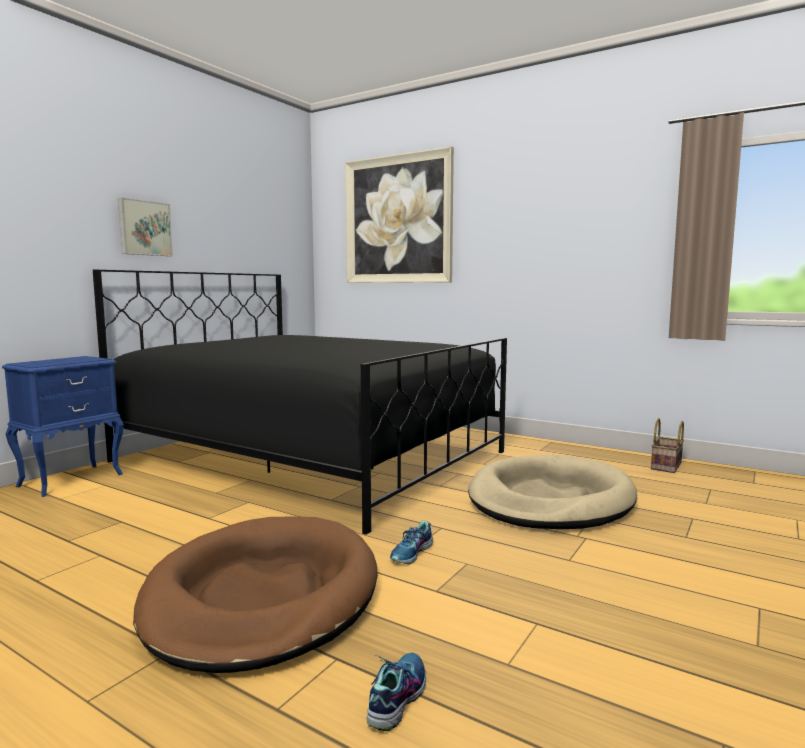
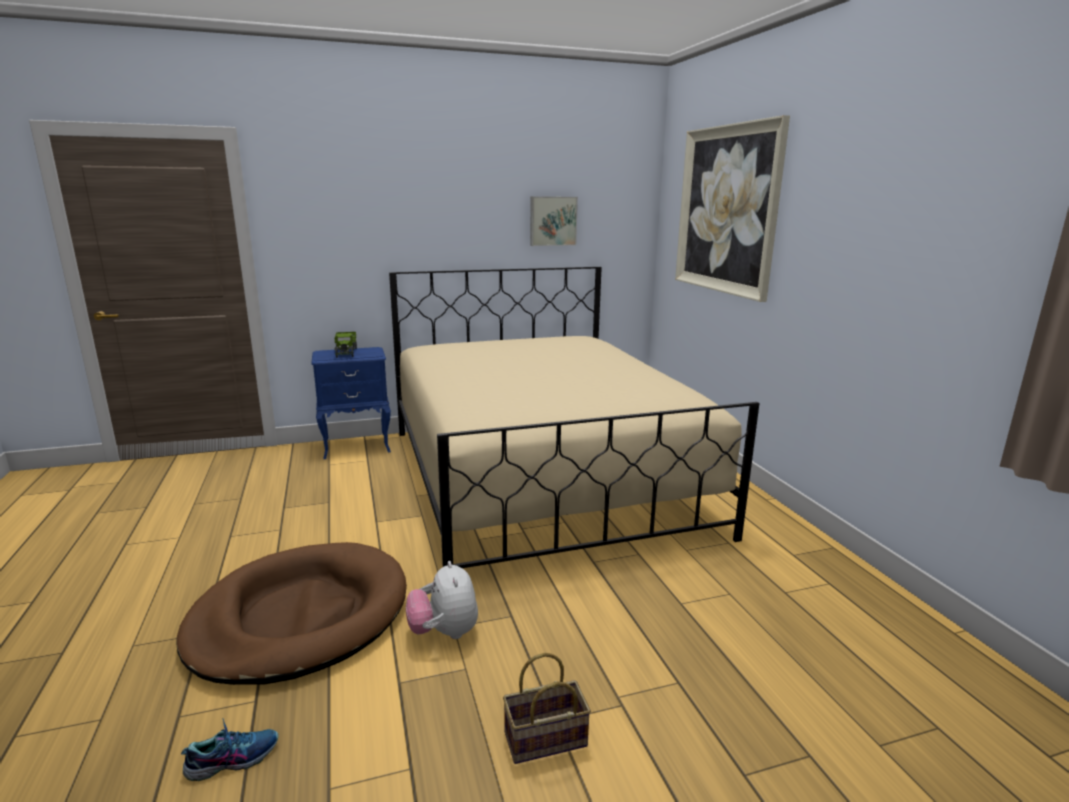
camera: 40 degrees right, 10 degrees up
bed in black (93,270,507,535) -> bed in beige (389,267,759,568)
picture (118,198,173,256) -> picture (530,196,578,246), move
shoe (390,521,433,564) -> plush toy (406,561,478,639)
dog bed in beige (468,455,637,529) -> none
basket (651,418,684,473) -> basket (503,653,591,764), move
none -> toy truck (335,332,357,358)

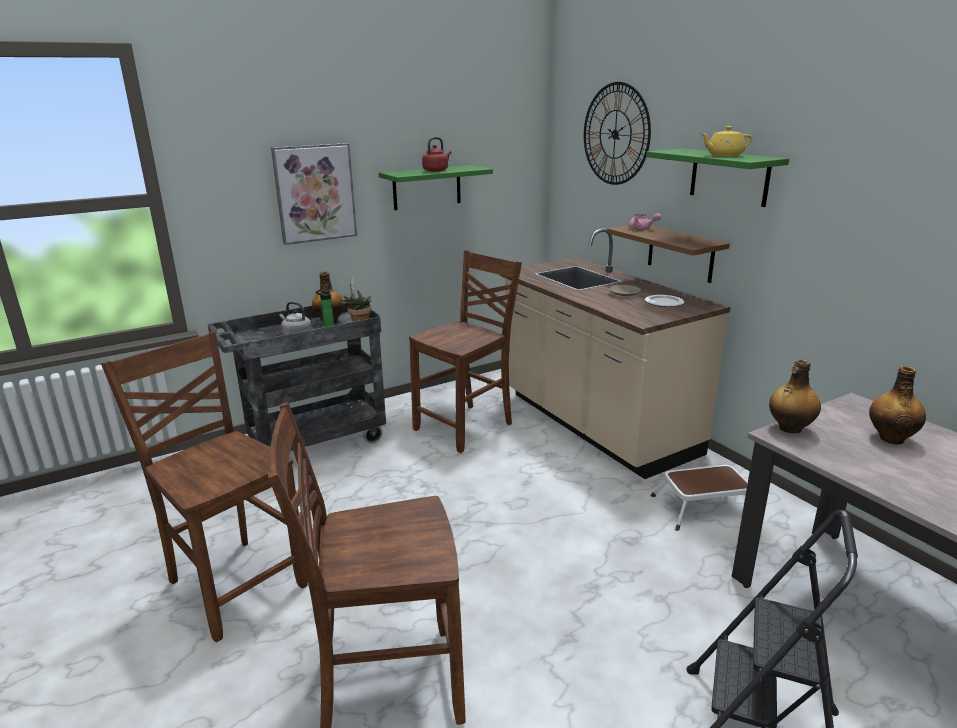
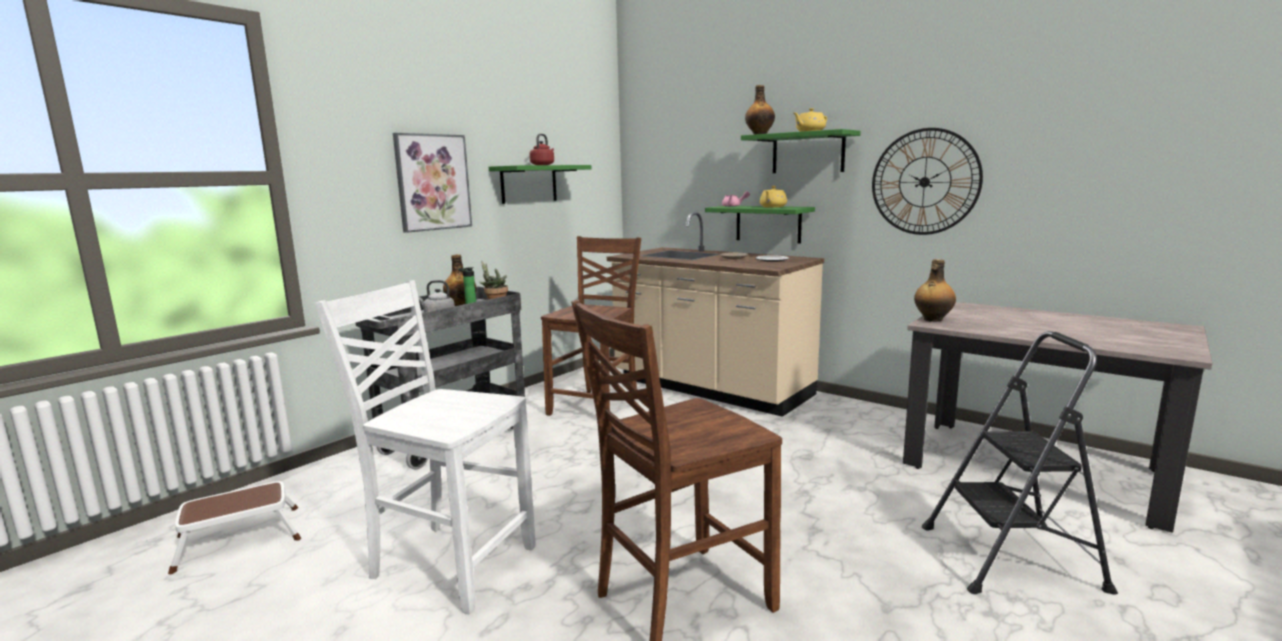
camera: 20 degrees left, 10 degrees down
chair in brown (101,331,308,642) -> chair in white (315,280,536,614)
wall clock (584,82,651,185) -> wall clock (872,128,983,235), move
shelf in brown (607,225,730,283) -> shelf in green (705,206,815,244)
step ladder in brown (650,465,748,531) -> step ladder in brown (168,481,301,574), move
bottle (869,366,926,445) -> bottle (745,85,775,135), move
none -> teapot in yellow (760,186,787,208)

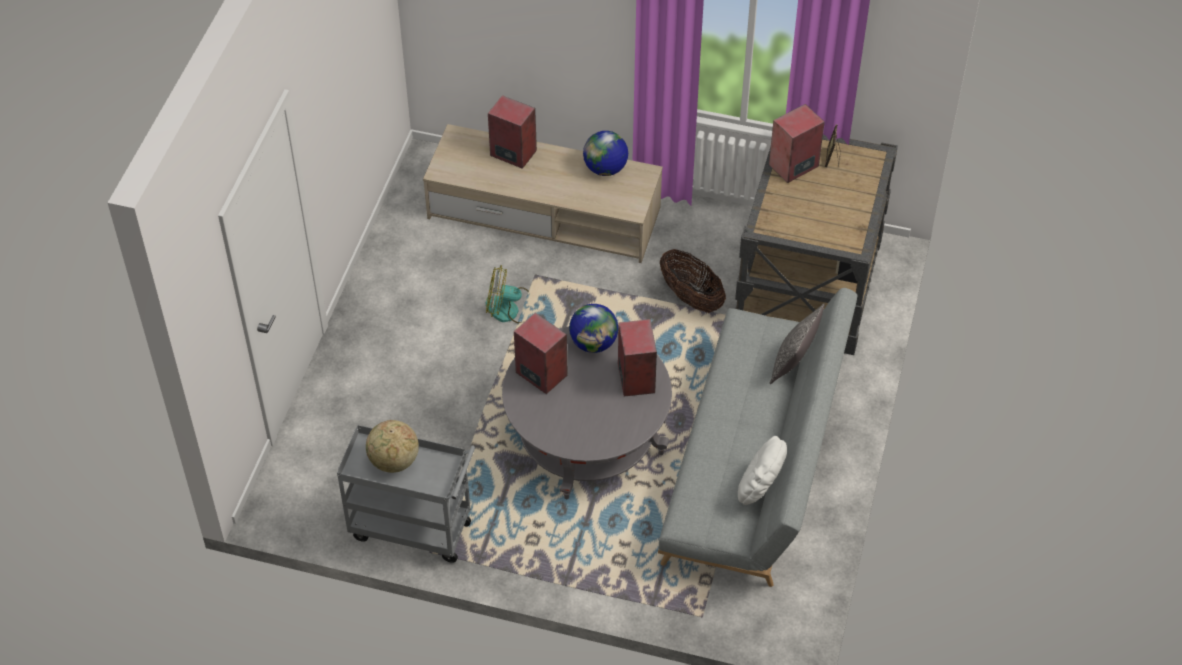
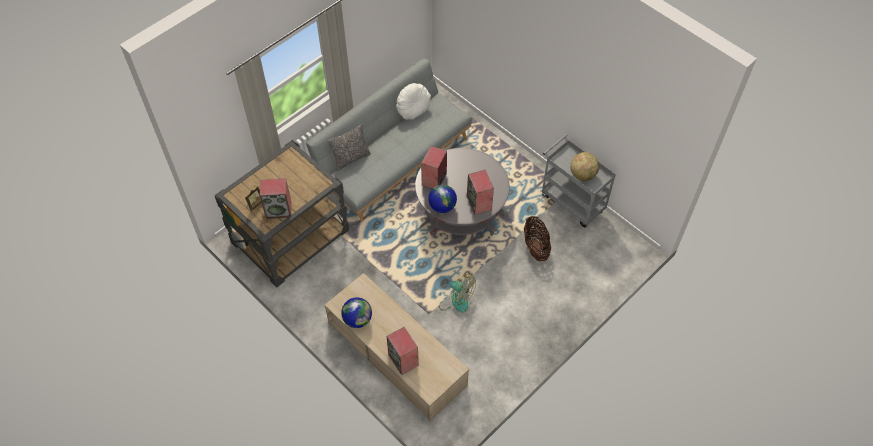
camera: 150 degrees left, 5 degrees up
basket (660,249,726,313) -> basket (524,216,551,261), move

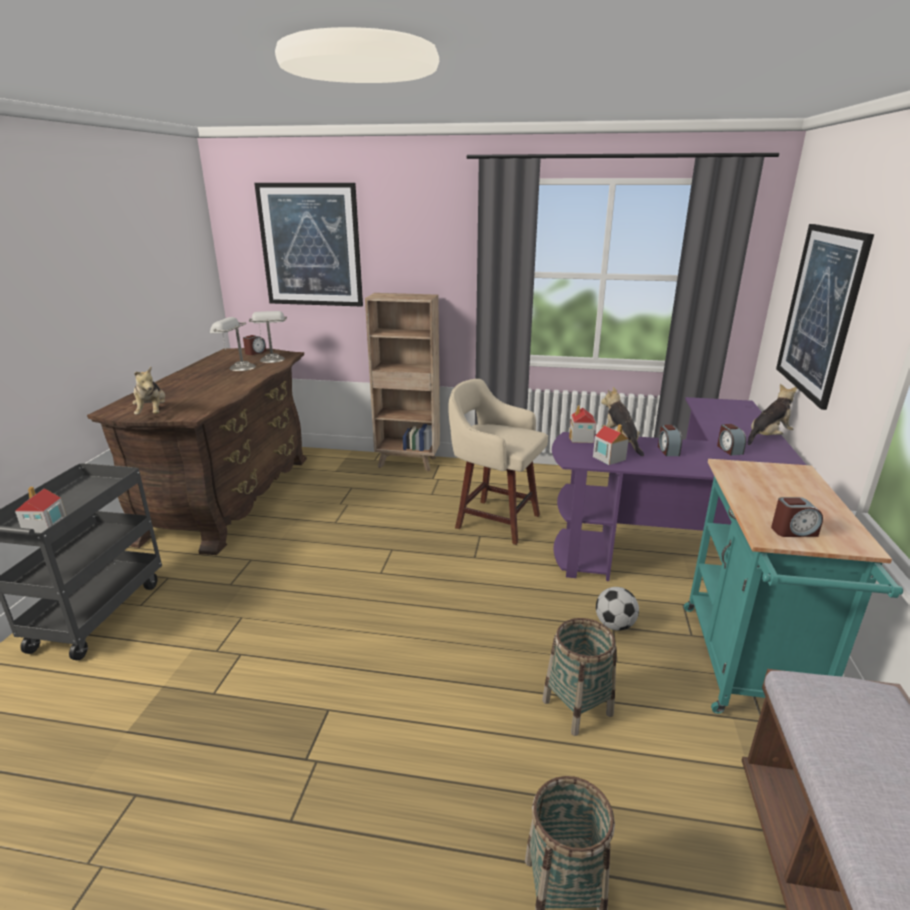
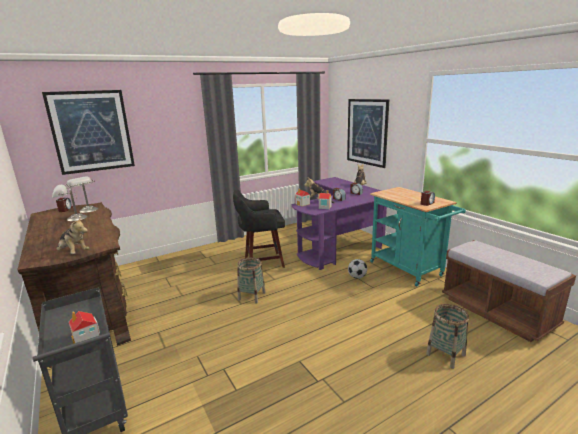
camera: 40 degrees left, 5 degrees down
bookcase in brown (365,293,440,471) -> none
stool in beige (448,379,548,545) -> stool in black (233,190,285,268)
basket (542,618,617,736) -> basket (237,257,266,303), move

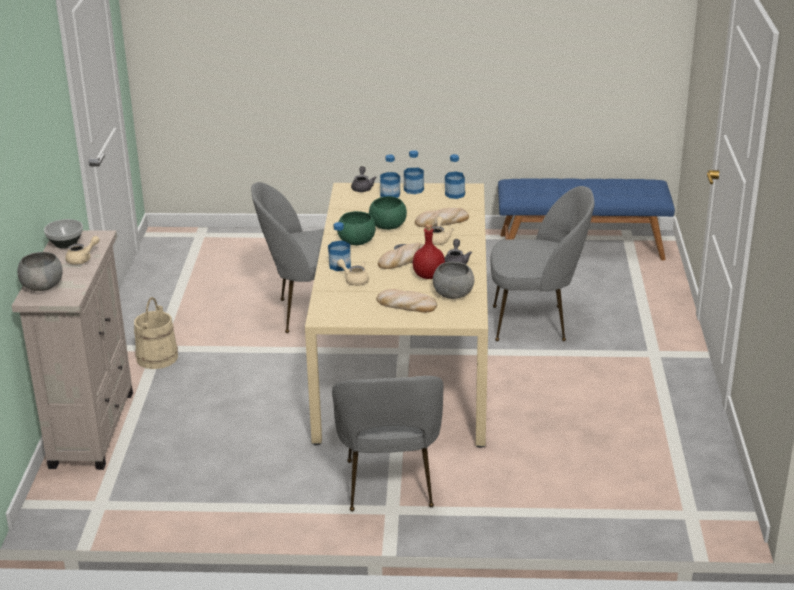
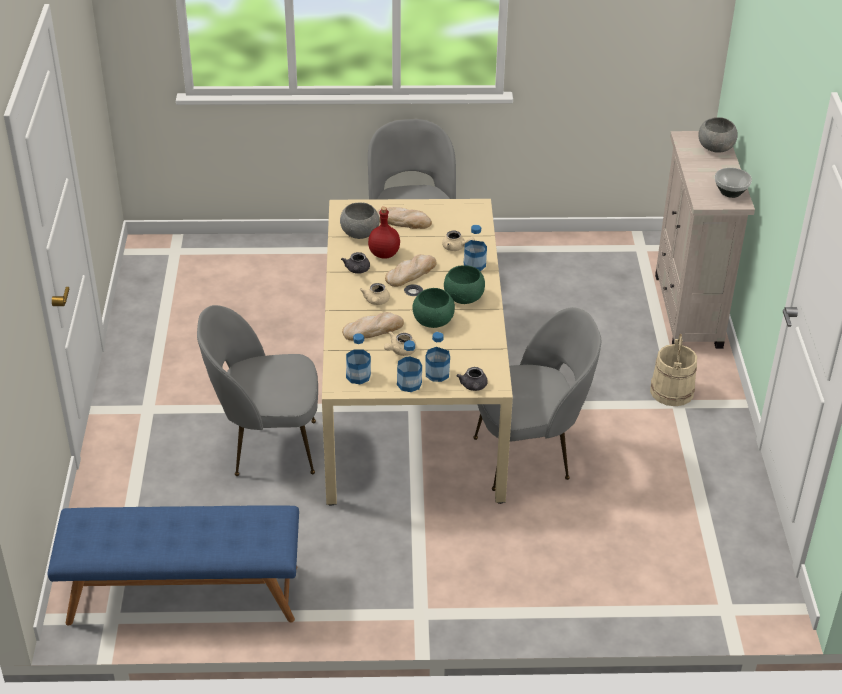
camera: 175 degrees right, 10 degrees up
teapot in beige (65,236,100,265) -> teapot in beige (384,331,417,356), move

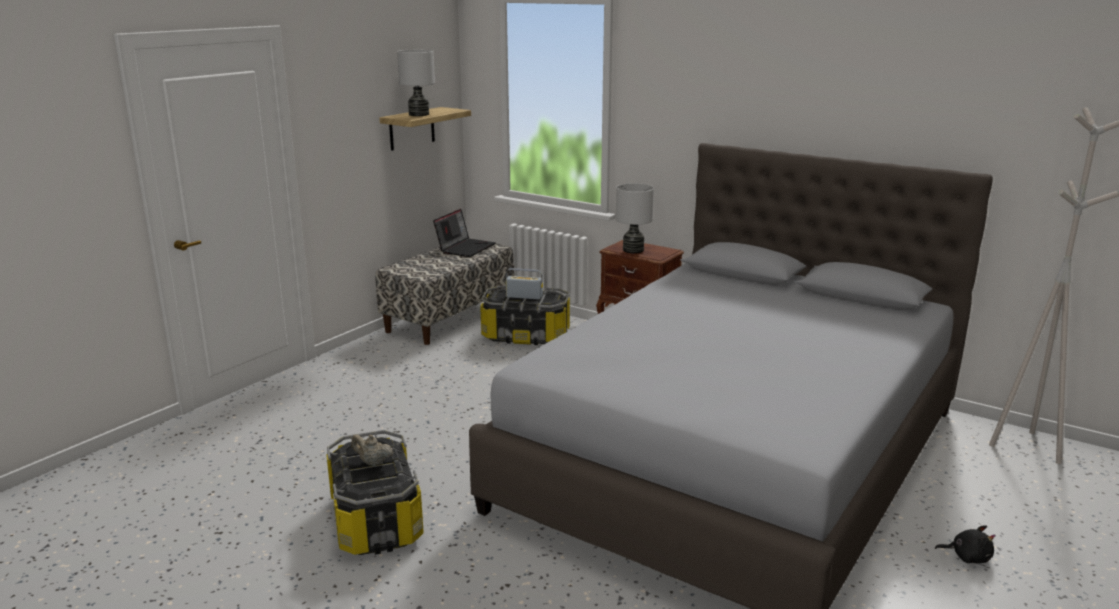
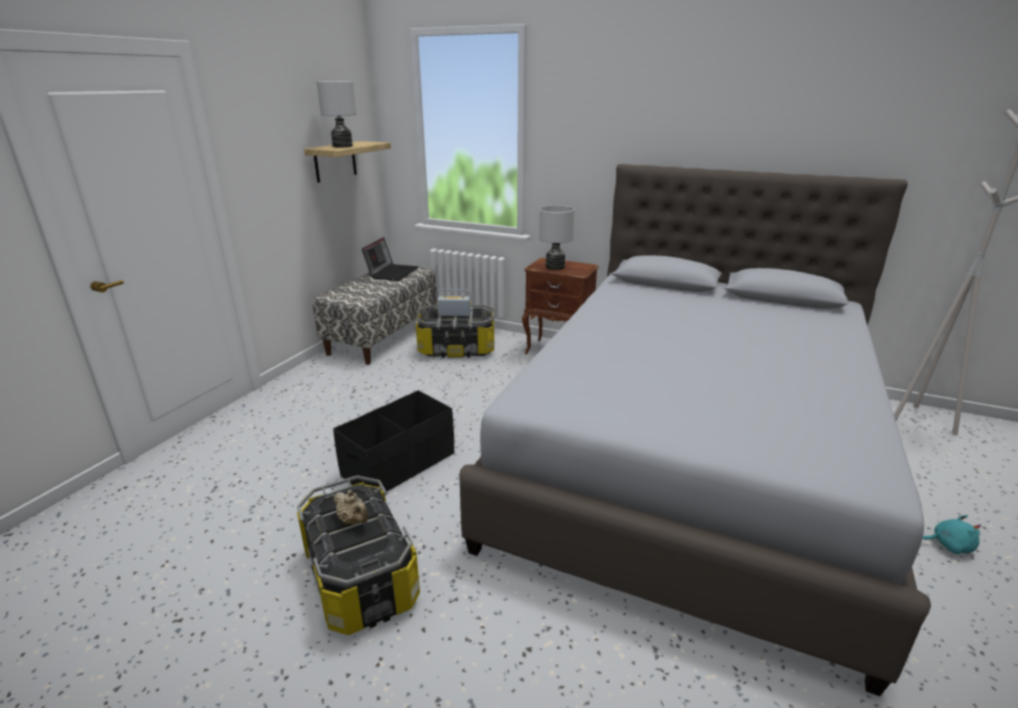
camera: 10 degrees left, 5 degrees up
teapot in beige (351,434,393,466) -> teapot in beige (333,490,369,524), 150 degrees counterclockwise
plush toy in black (935,525,996,563) -> plush toy in turquoise (922,515,981,554)
none -> storage box in black (333,390,454,492)

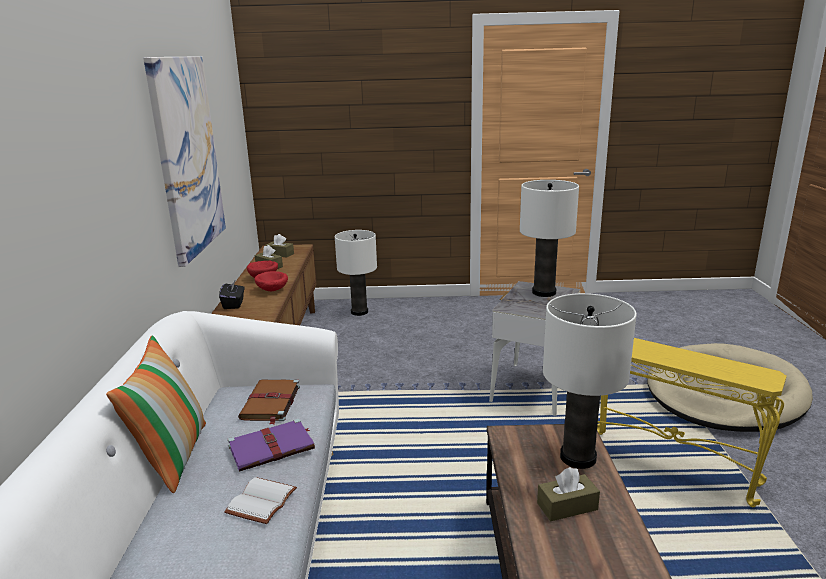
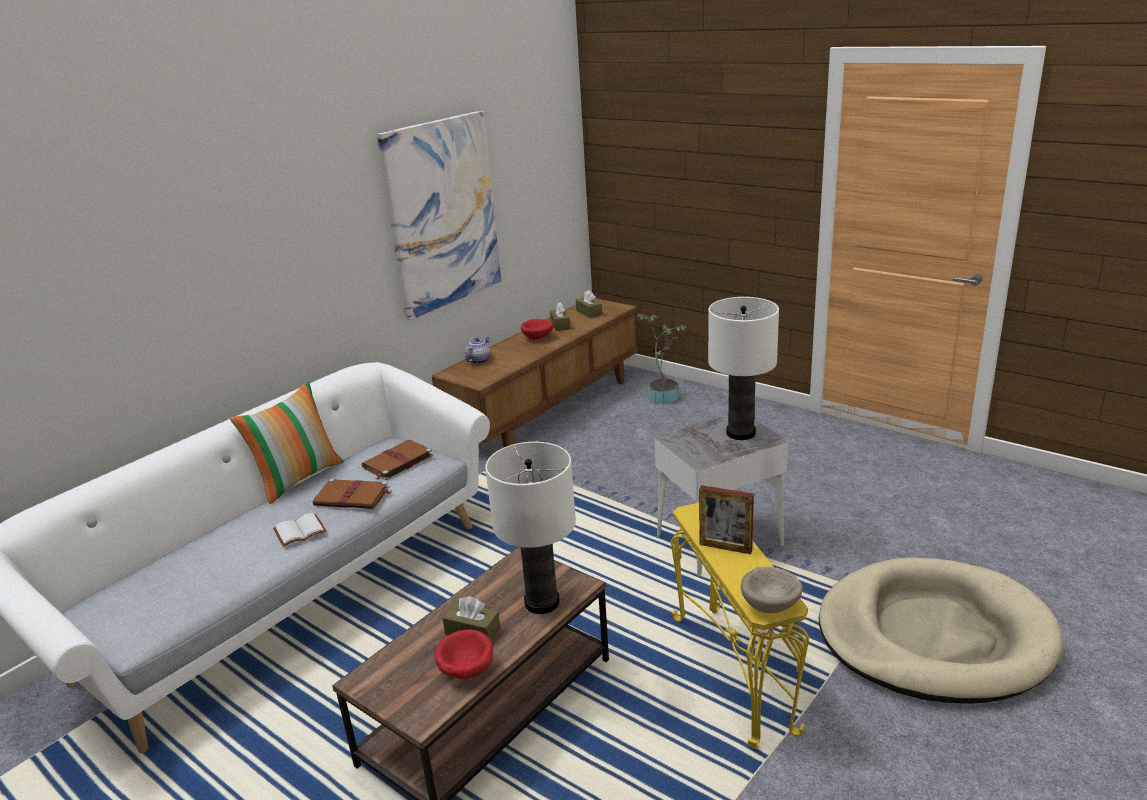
camera: 40 degrees right, 5 degrees up
tissue box in black (219,279,245,309) -> teapot (465,337,491,364)
book in purple (228,419,315,472) -> book in brown (313,478,391,509)
bowl in red (254,271,288,291) -> bowl in red (435,630,493,679), move
table lamp in white (335,230,377,316) -> potted plant (637,313,687,404)
none -> picture frame (699,485,754,554)
none -> bowl in beige (741,567,803,613)

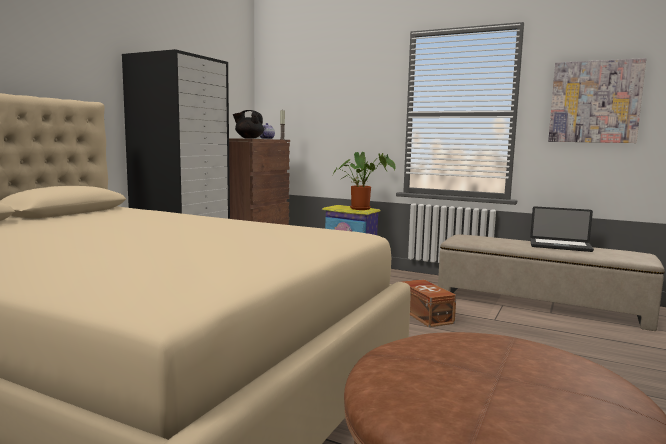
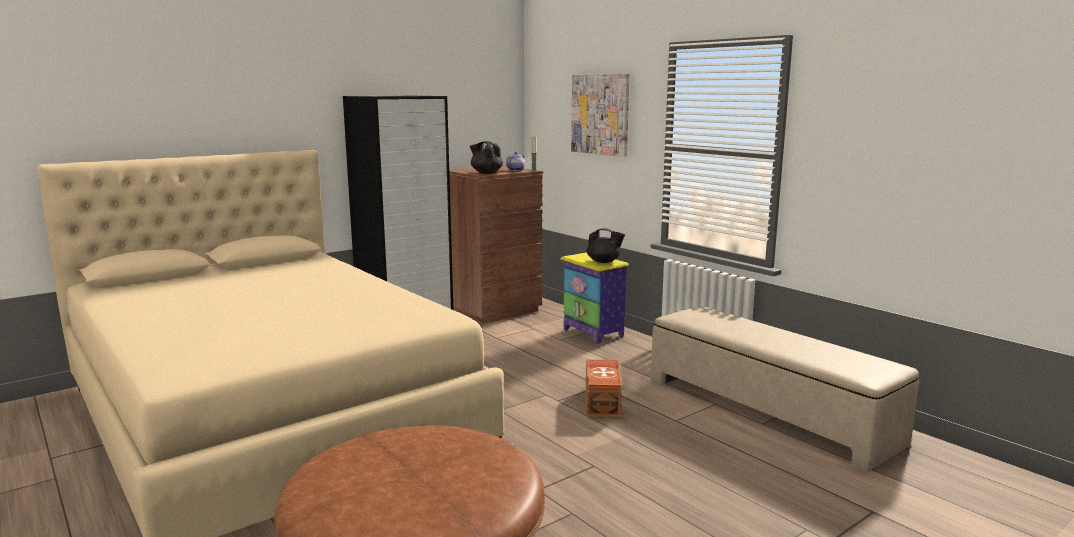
camera: 25 degrees right, 5 degrees up
potted plant (333,152,396,210) -> teapot in black (587,228,625,263)
laptop (530,206,594,252) -> none
picture (548,58,646,143) -> picture (571,74,629,157), move

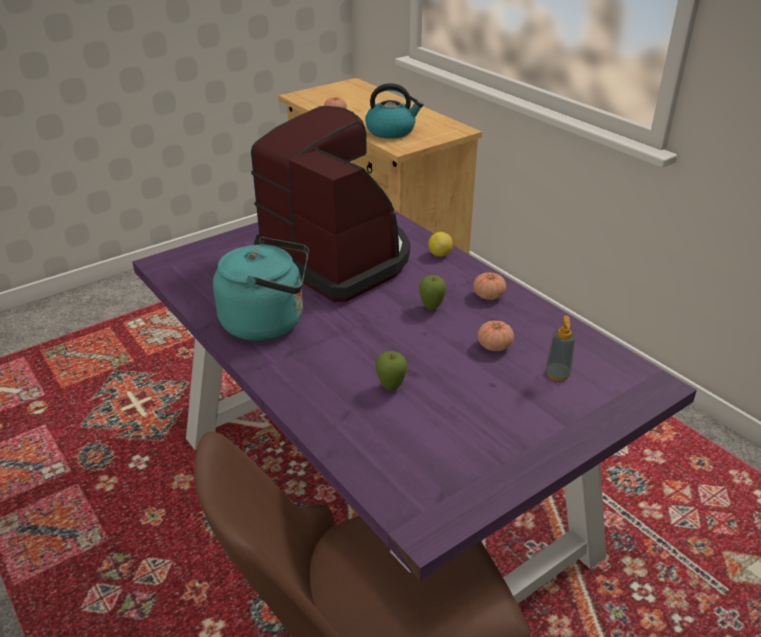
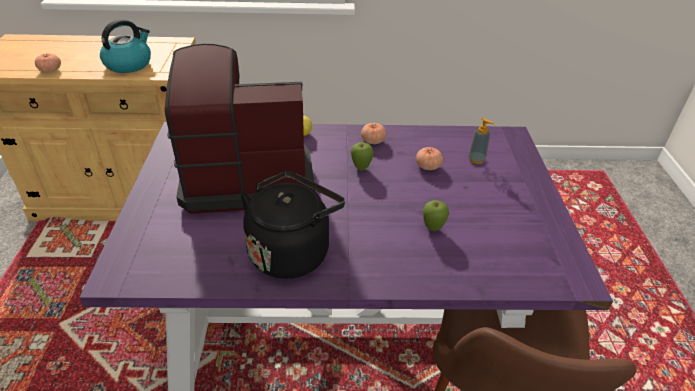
camera: 55 degrees left, 5 degrees up
kettle in turquoise (213,237,309,341) -> kettle in black (241,171,345,279)

